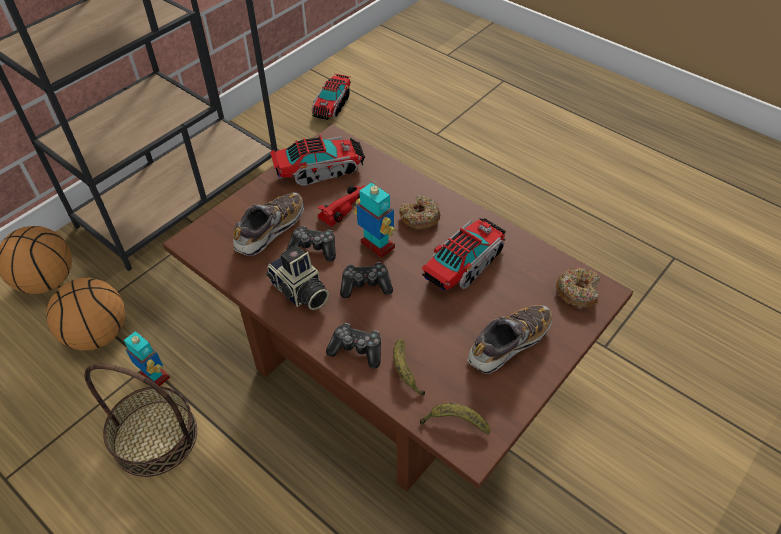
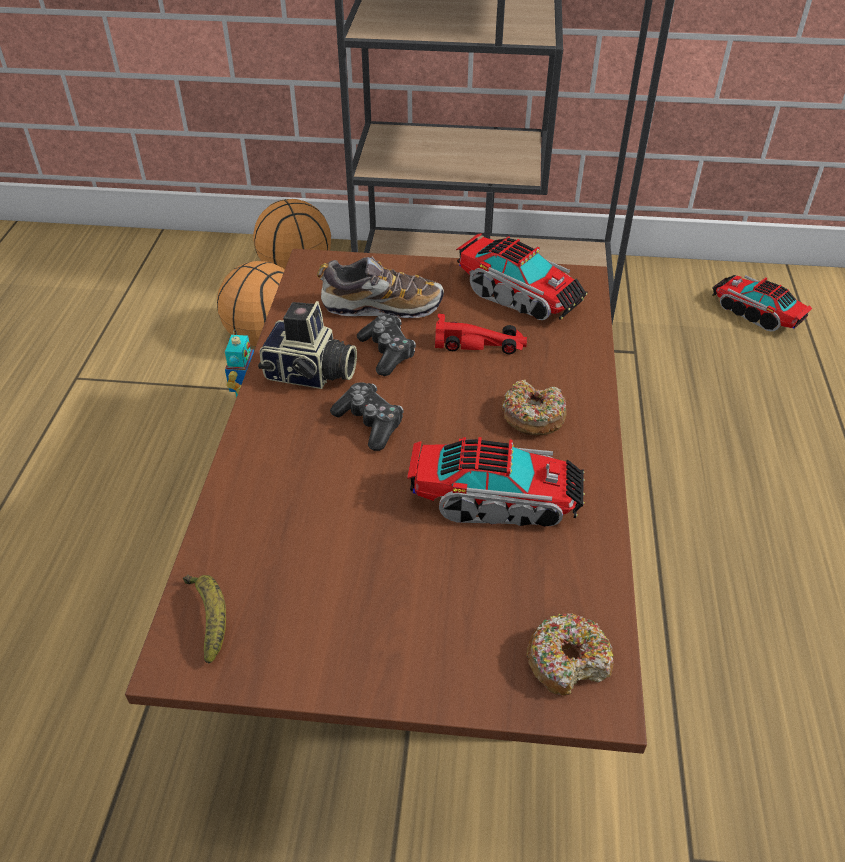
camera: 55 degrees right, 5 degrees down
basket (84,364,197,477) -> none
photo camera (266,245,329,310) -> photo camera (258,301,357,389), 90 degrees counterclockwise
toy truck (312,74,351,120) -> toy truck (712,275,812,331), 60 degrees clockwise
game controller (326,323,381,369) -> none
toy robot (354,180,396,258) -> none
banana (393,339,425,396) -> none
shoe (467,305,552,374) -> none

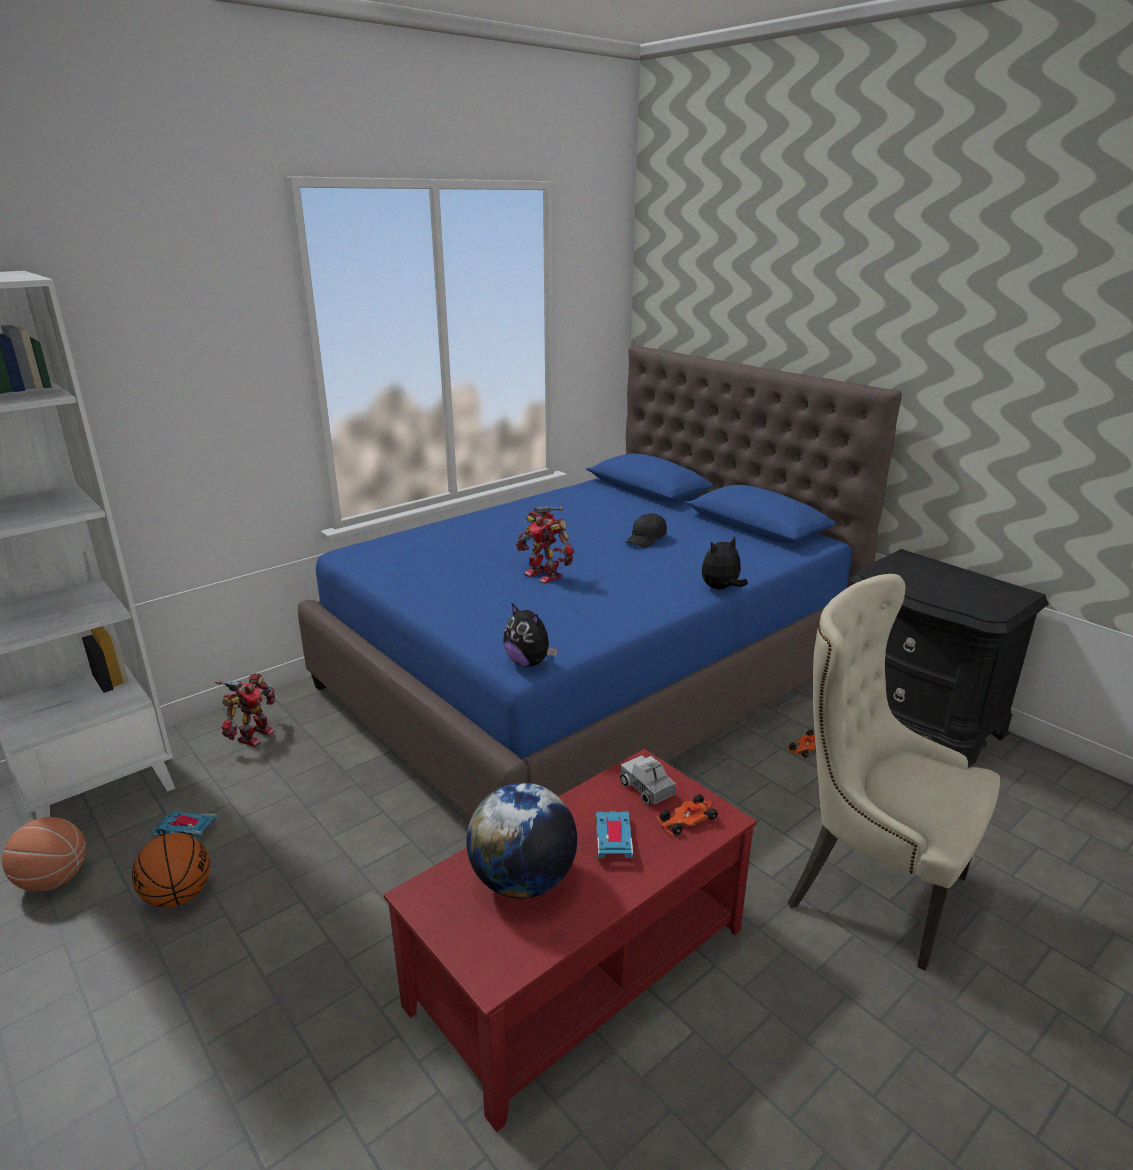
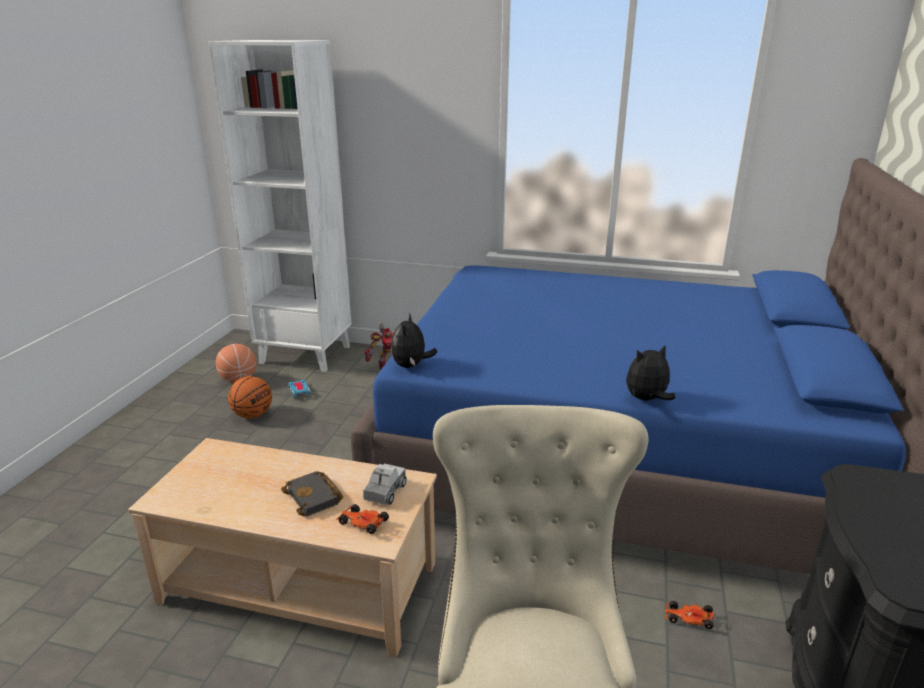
camera: 55 degrees right, 0 degrees up
coffee table in red (384,749,757,1132) -> coffee table in beige (128,438,437,658)
globe (466,783,577,899) -> none
toy robot (516,506,574,584) -> none
toy car (596,811,633,859) -> book in black (281,471,343,517)
cap in black (625,513,667,548) -> none
plush toy (702,536,748,590) -> plush toy (626,344,675,401), 45 degrees counterclockwise

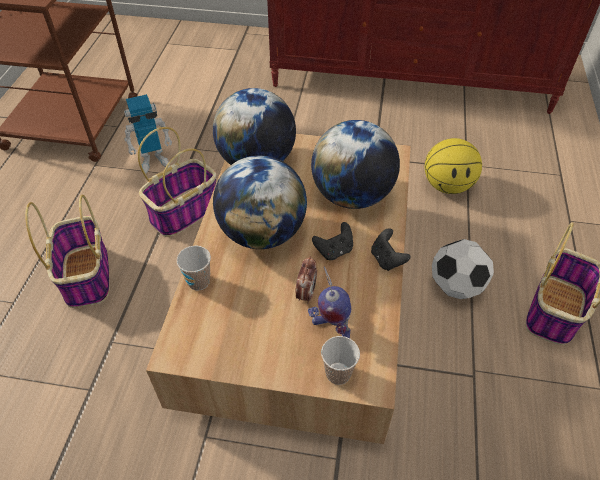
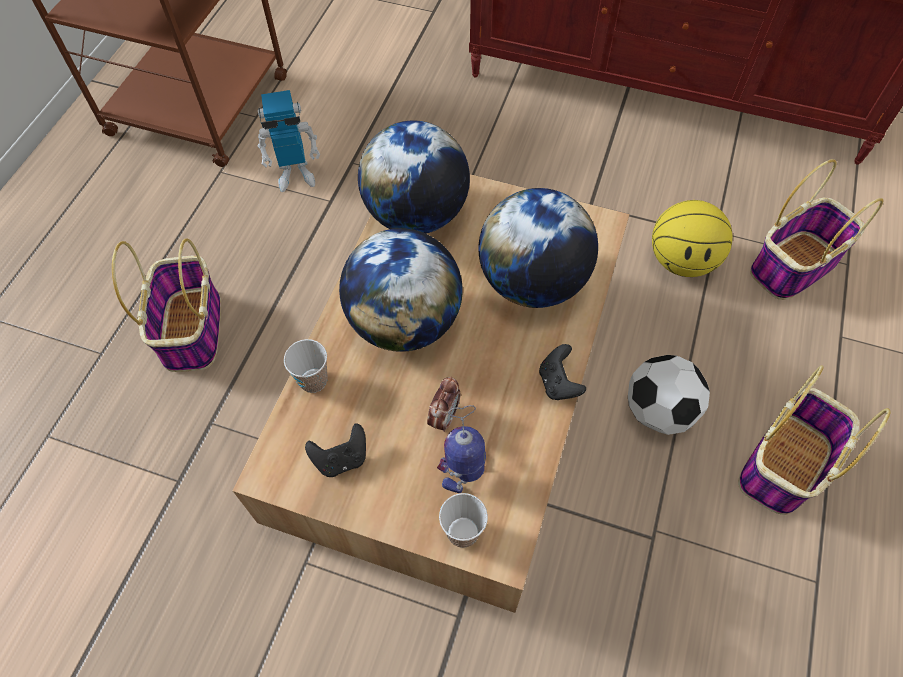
camera: 10 degrees right, 10 degrees up
basket (138,127,216,237) -> basket (750,159,883,300), move
toy robot (308,266,351,338) -> toy robot (437,405,486,493), 90 degrees clockwise
game controller in black (312,222,353,260) -> game controller in black (305,423,366,477), move

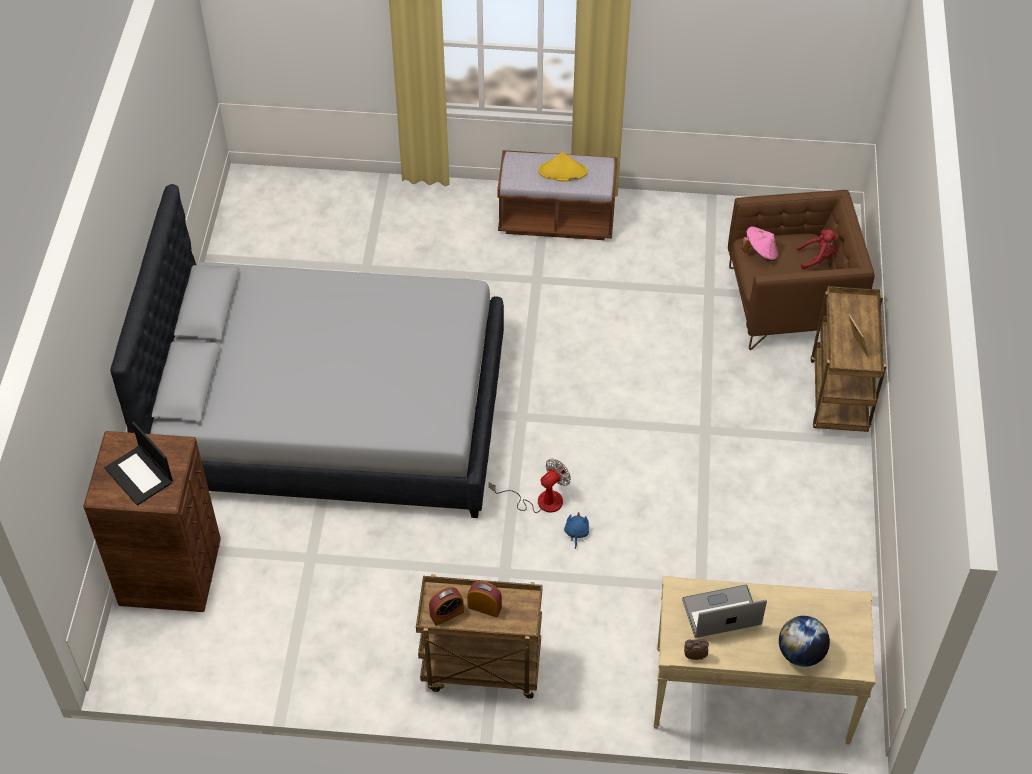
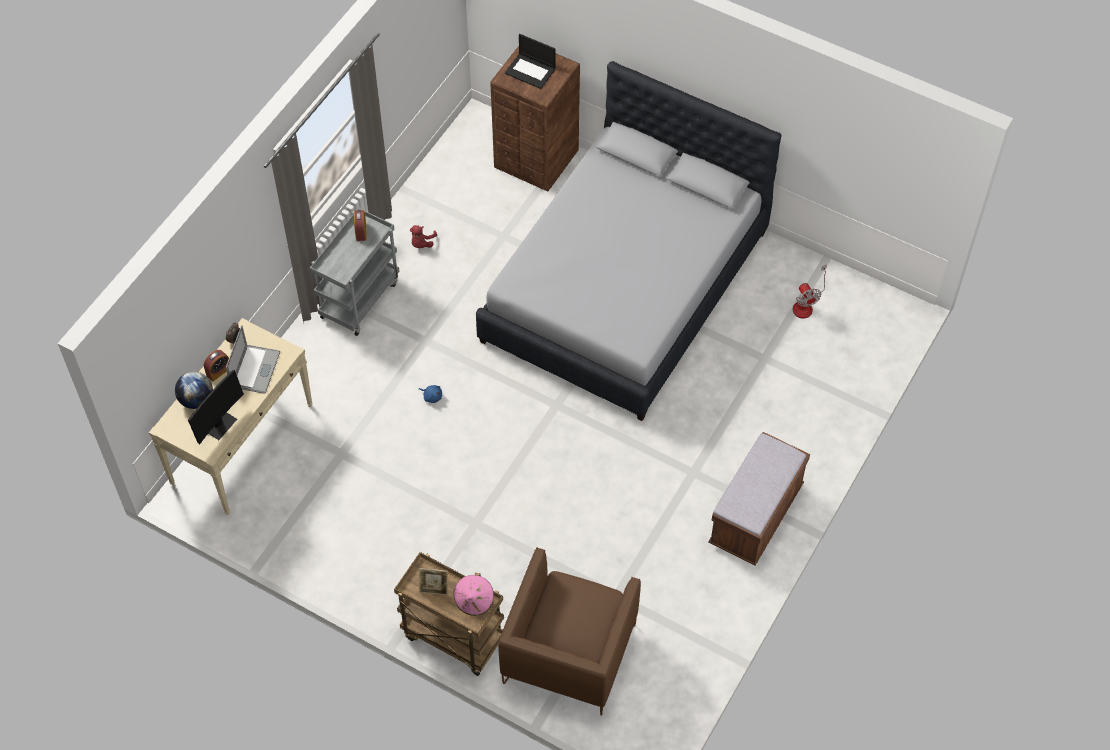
camera: 115 degrees right, 5 degrees up
laptop (104,421,173,506) -> laptop (505,34,555,89), 135 degrees counterclockwise
cart in brown (416,574,543,699) -> cart in grey (310,208,399,336)
alarm clock (467,581,502,617) -> alarm clock (204,350,229,382), move
fan (489,459,571,513) -> fan (793,265,827,318), move
hat in yellow (538,152,588,182) -> none
hat in pink (742,227,778,261) -> hat in pink (453,573,494,616), move
plush toy in red (797,229,838,269) -> plush toy in red (410,225,437,248), move
none -> monitor (188,370,244,444)

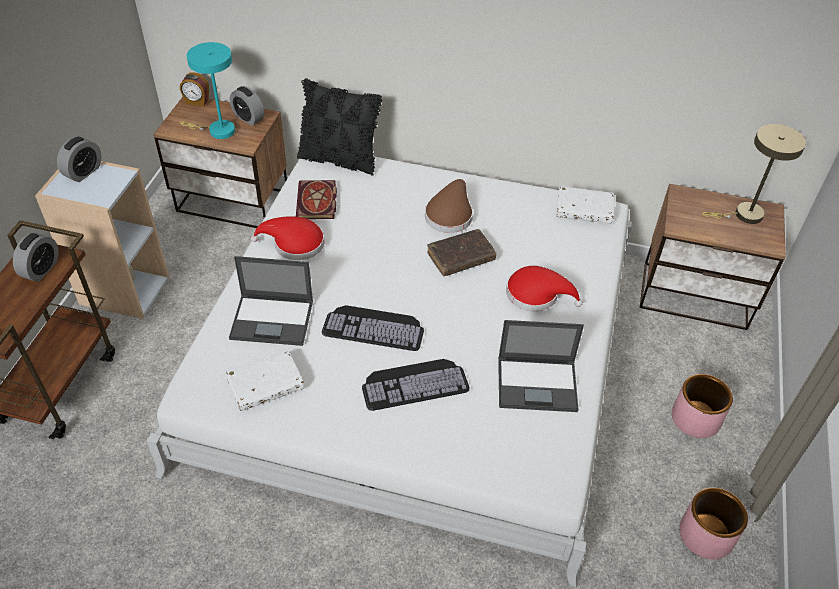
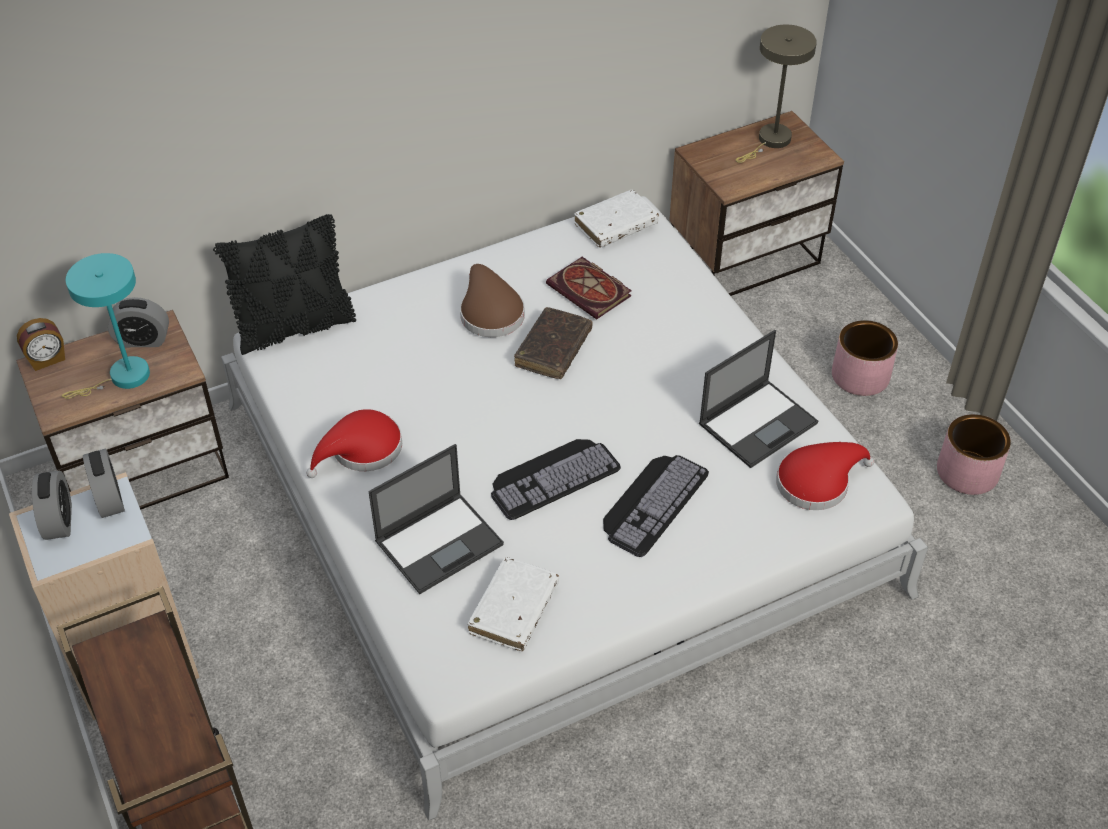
camera: 40 degrees left, 0 degrees up
alarm clock (13,233,58,282) -> alarm clock (83,448,125,518), move
book (296,180,337,219) -> book (546,257,632,320), move
hat in red (506,266,583,311) -> hat in red (776,442,874,510), move

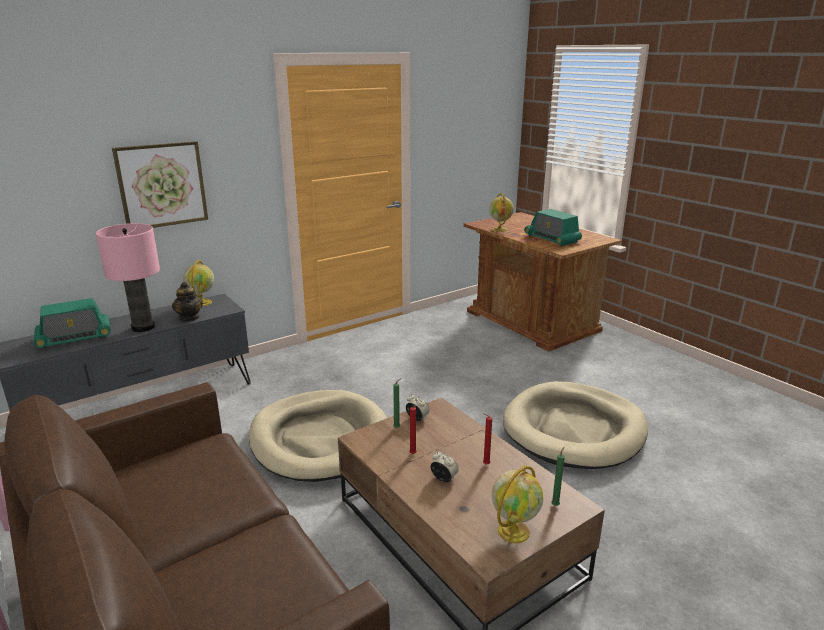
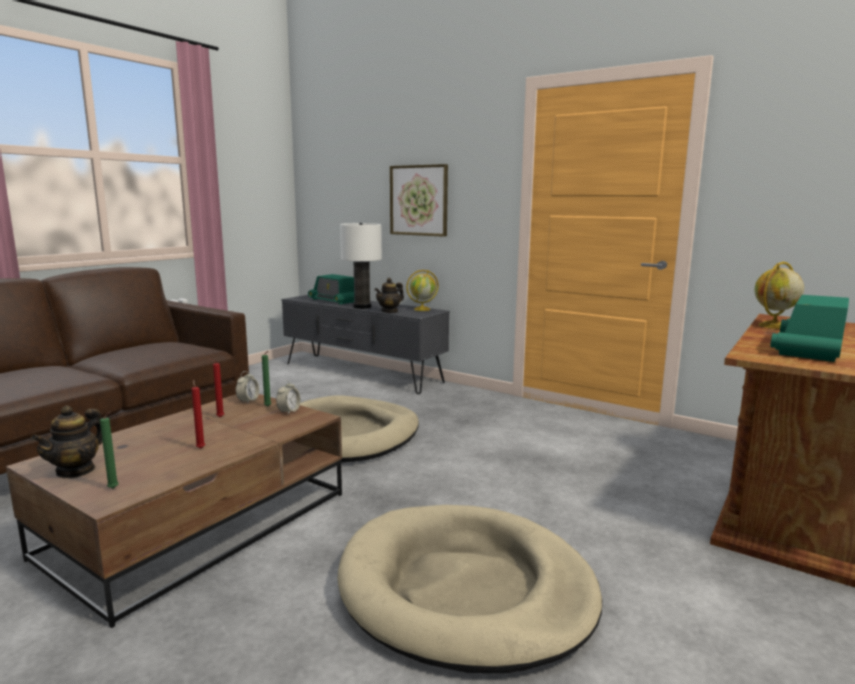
camera: 70 degrees right, 10 degrees down
table lamp in pink (96,223,160,332) -> table lamp in white (340,223,382,309)
alarm clock (431,452,459,482) -> alarm clock (236,371,259,404), move
globe (492,465,543,543) -> teapot (31,405,103,478)

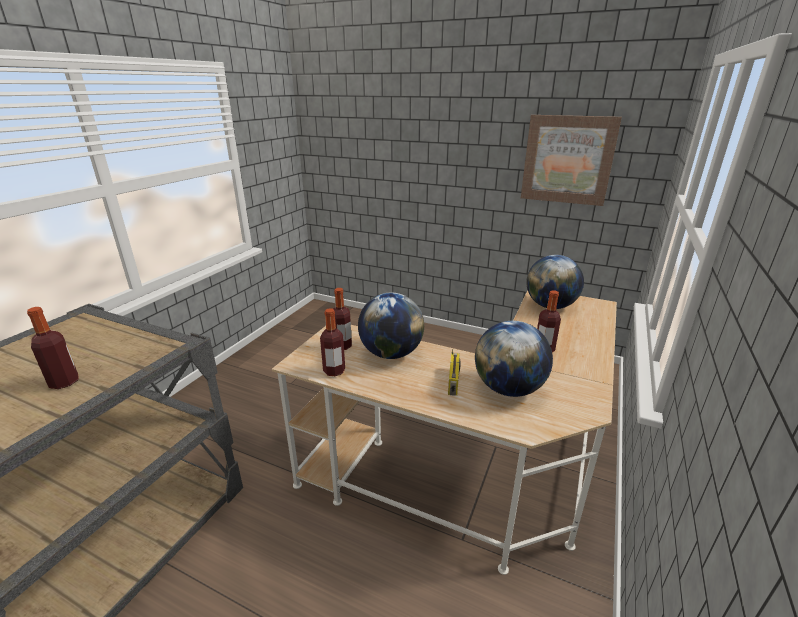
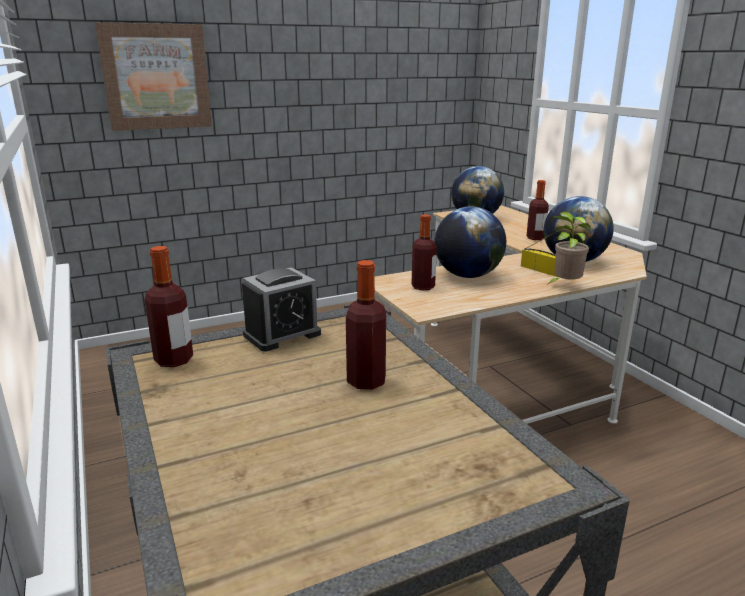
camera: 50 degrees left, 5 degrees down
bottle (320,308,345,376) -> bottle (145,246,193,367), move
picture (521,115,622,206) -> picture (95,22,212,131), move
none -> alarm clock (242,267,321,352)
none -> potted plant (548,212,591,284)

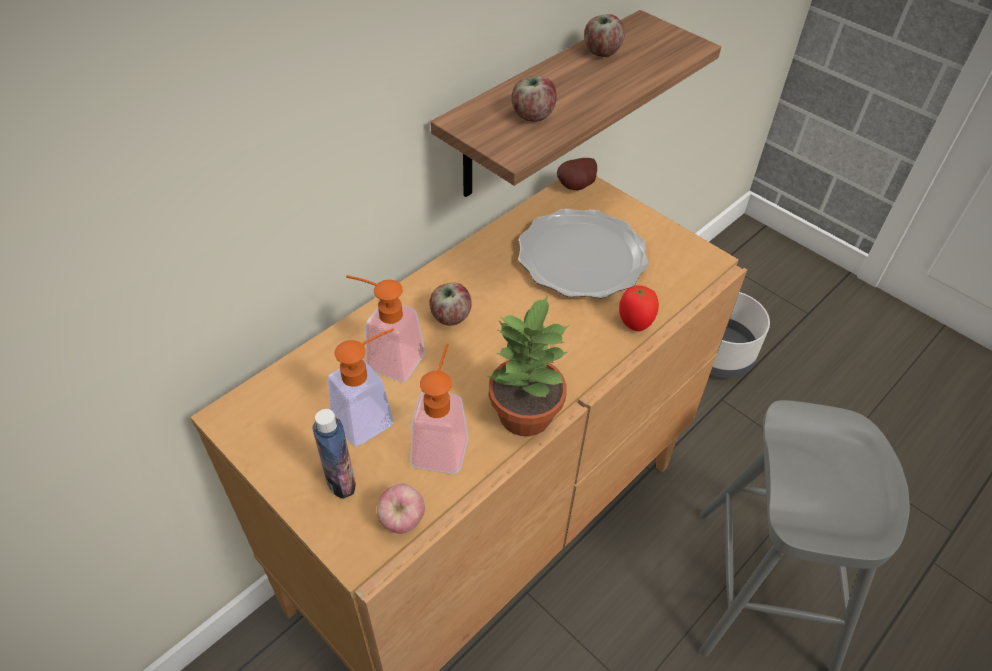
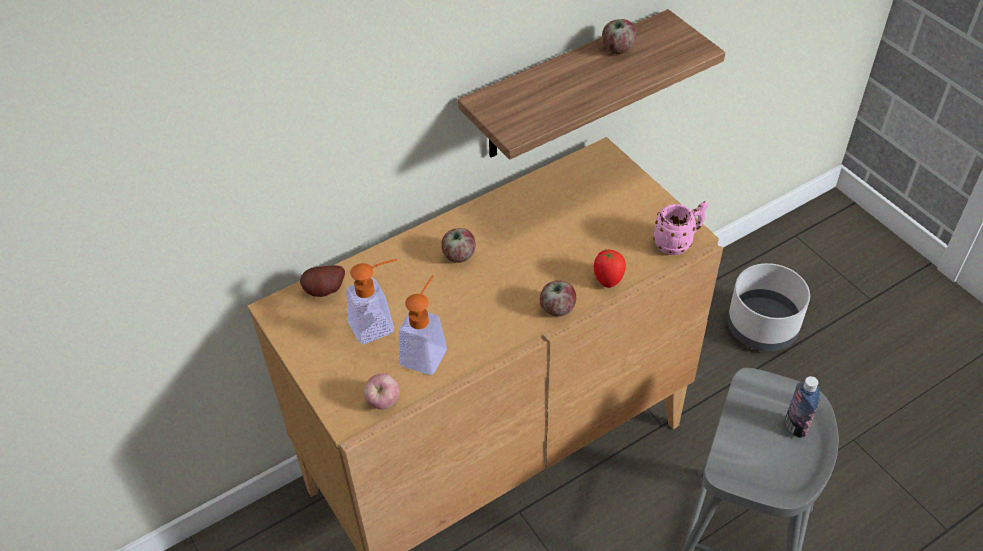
camera: 15 degrees right, 0 degrees up
bottle (313,409,355,499) -> bottle (785,376,820,438), move
soap dispenser (346,275,425,382) -> none
potted plant (487,295,569,436) -> none
apple (511,76,557,122) -> apple (540,280,576,316), move
plate (518,209,649,298) -> none
potato (557,158,597,190) -> potato (300,265,345,297), move
none -> mug in pink (653,201,709,255)

